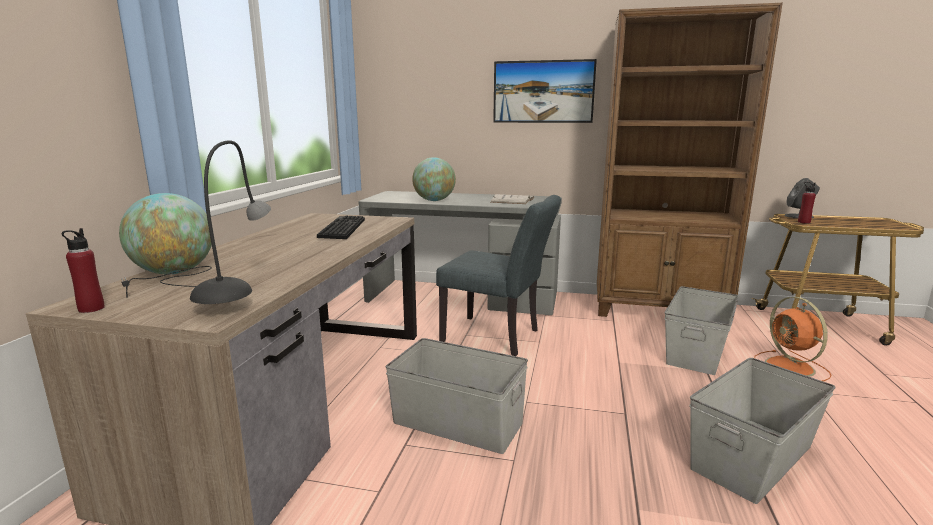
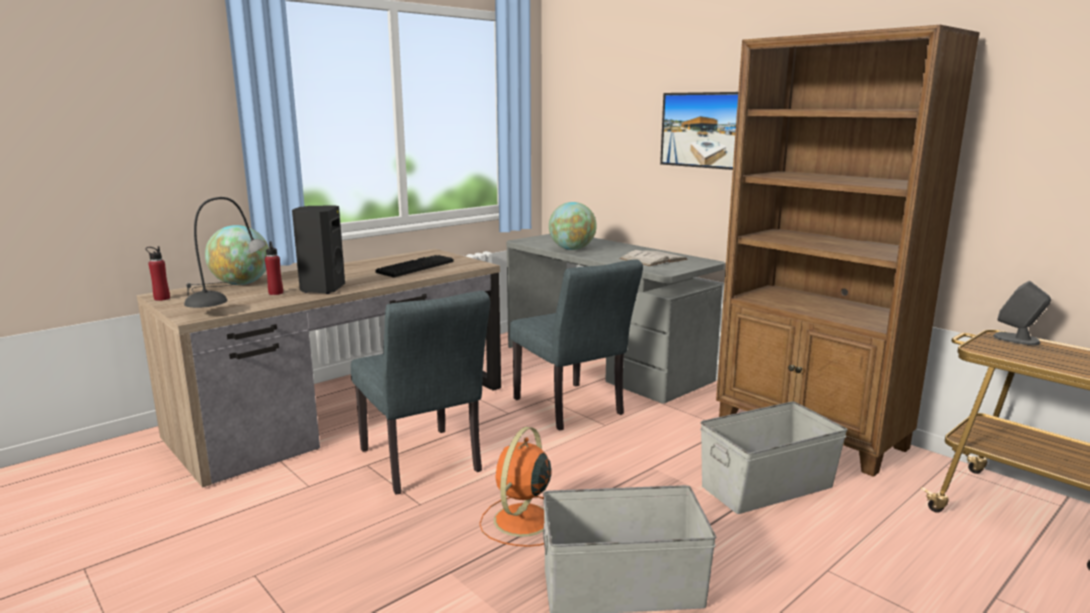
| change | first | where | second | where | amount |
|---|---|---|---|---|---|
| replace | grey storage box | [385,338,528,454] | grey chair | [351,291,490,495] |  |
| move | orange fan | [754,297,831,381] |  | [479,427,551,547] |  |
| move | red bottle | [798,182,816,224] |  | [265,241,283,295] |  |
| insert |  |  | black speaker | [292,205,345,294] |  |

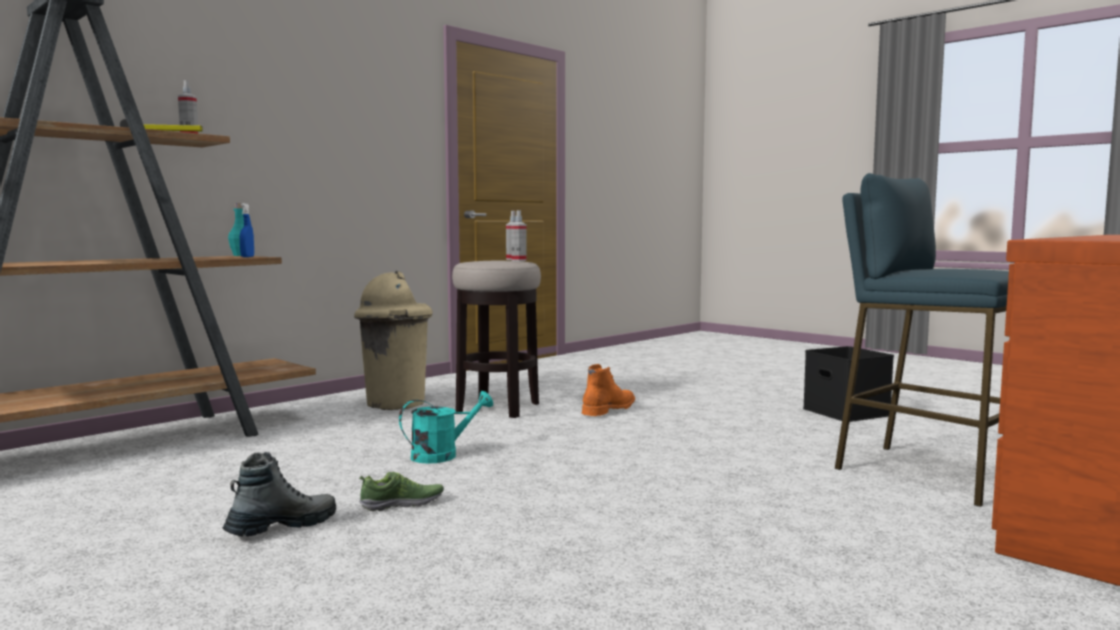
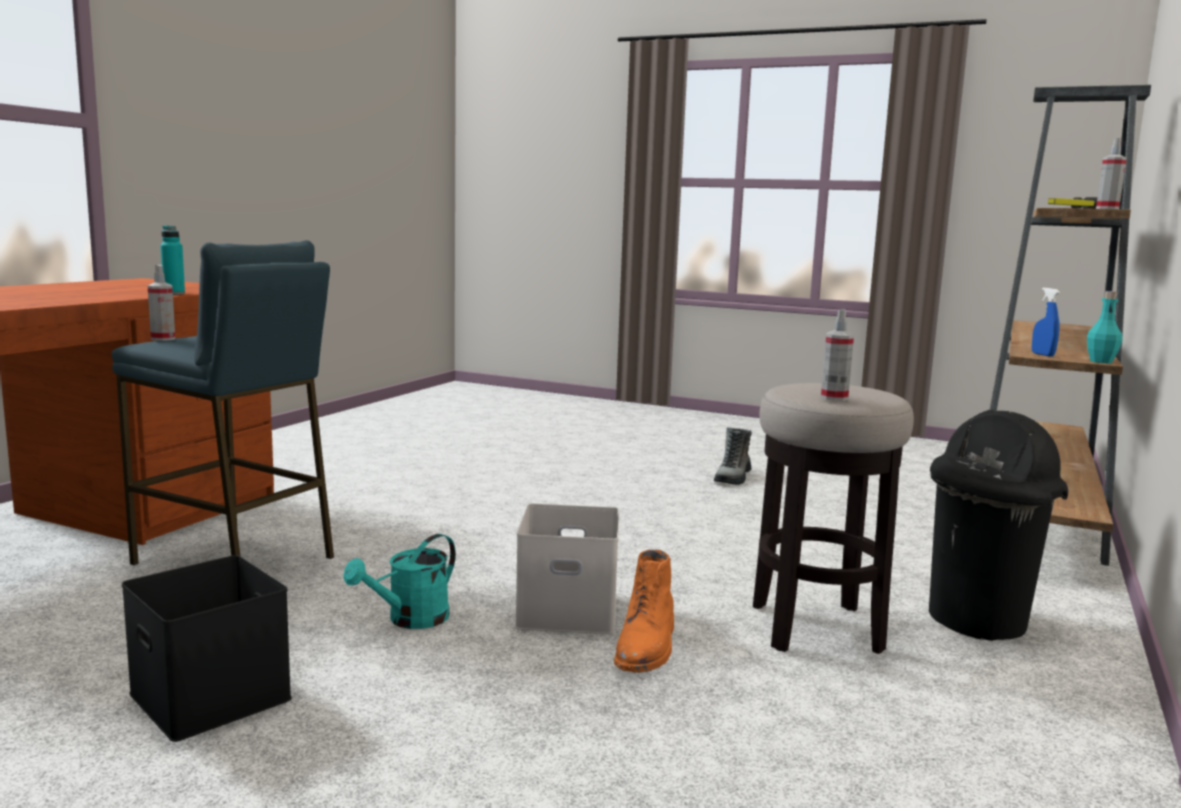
| change | first | where | second | where | amount |
|---|---|---|---|---|---|
| recolor | beige trash can | [354,271,433,410] | black trash can | [929,410,1068,641] |  |
| delete | shoe | [359,472,444,511] |  |  |  |
| move | turquoise watering can | [399,391,493,464] |  | [343,534,456,629] |  |
| move | spray bottle | [511,210,527,261] |  | [148,265,175,341] |  |
| insert |  |  | turquoise bottle | [160,225,185,295] |  |
| insert |  |  | white storage box | [515,504,620,634] |  |

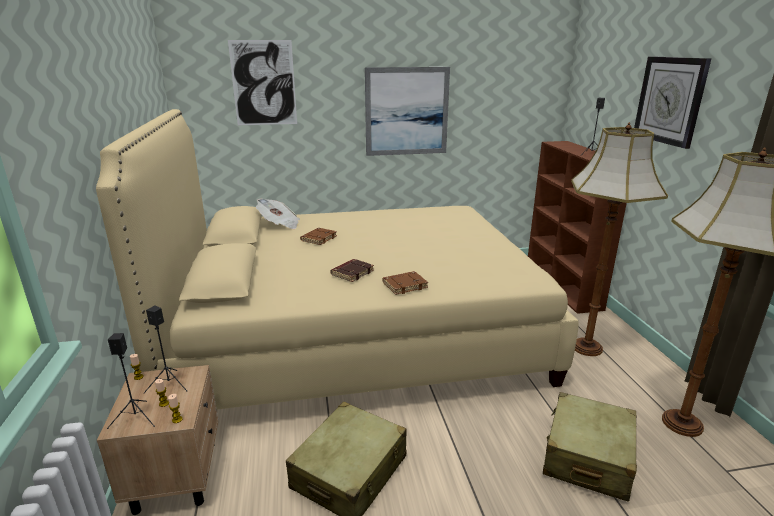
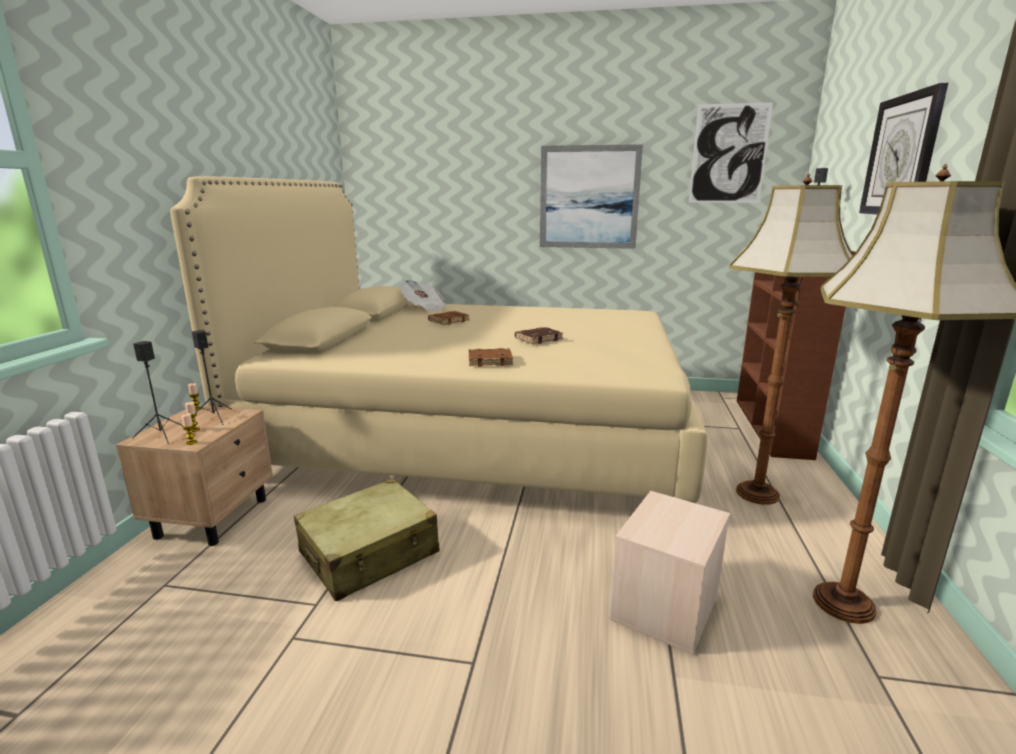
| change | first | where | second | where | amount |
|---|---|---|---|---|---|
| move | picture | [228,40,297,125] |  | [689,103,773,203] |  |
| move | brown book | [330,259,374,282] |  | [515,327,563,344] |  |
| replace | beige suitcase | [543,392,637,502] | beige storage box | [609,491,730,655] |  |

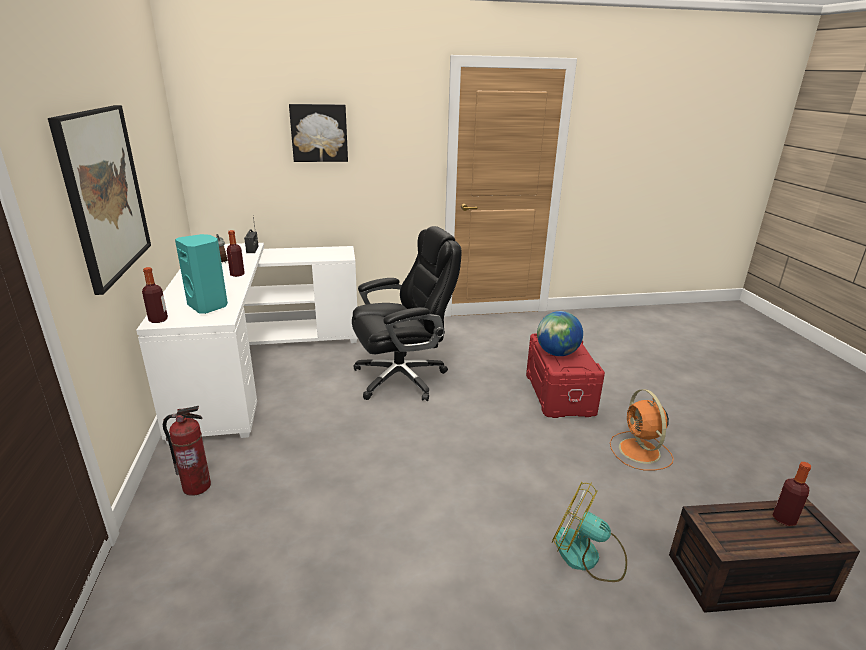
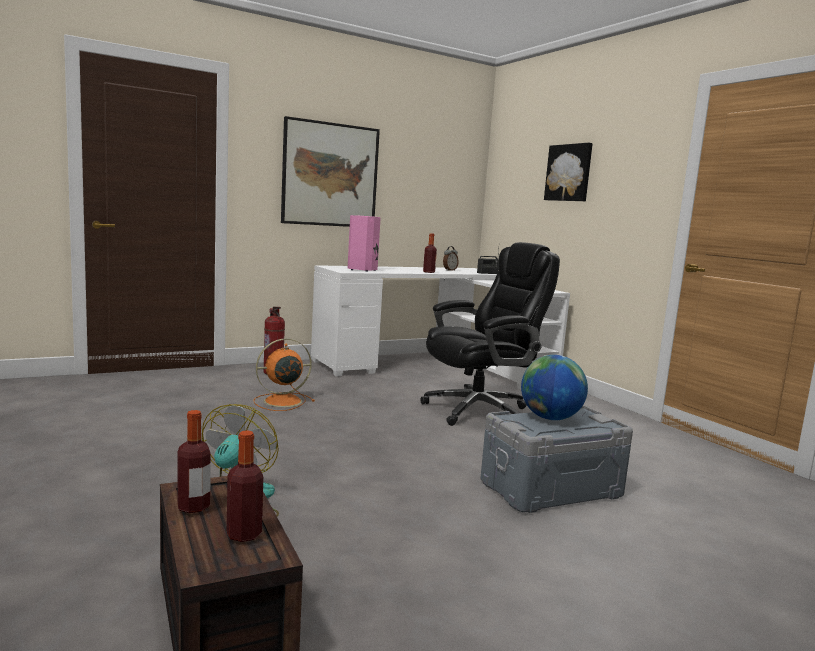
| change | first | where | second | where | amount |
|---|---|---|---|---|---|
| move | bottle | [142,267,168,323] |  | [177,410,211,513] |  |
| recolor | turquoise speaker | [175,234,228,314] | pink speaker | [348,215,381,272] |  |
| rotate | black office chair | [352,226,462,401] |  | [420,242,560,426] | 75 degrees counterclockwise |
| recolor | red storage box | [526,334,605,418] | grey storage box | [480,405,633,513] |  |
| move | orange fan | [610,389,674,471] |  | [253,339,315,411] |  |

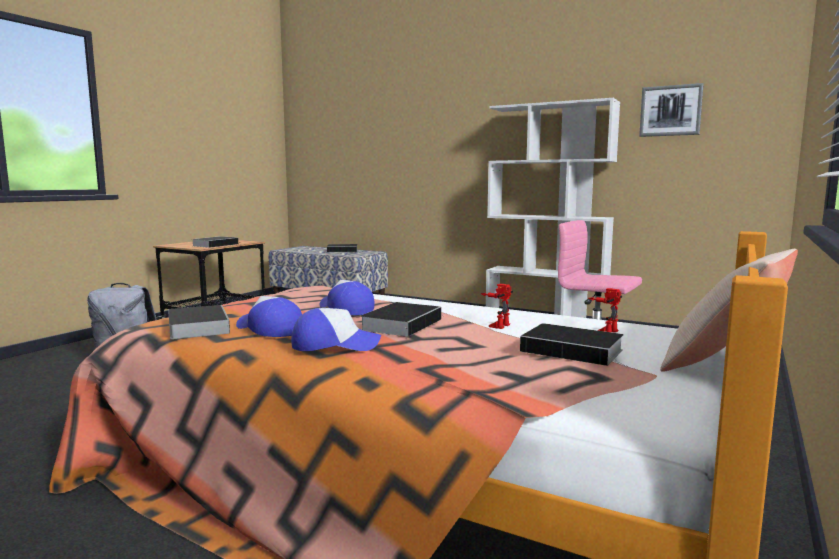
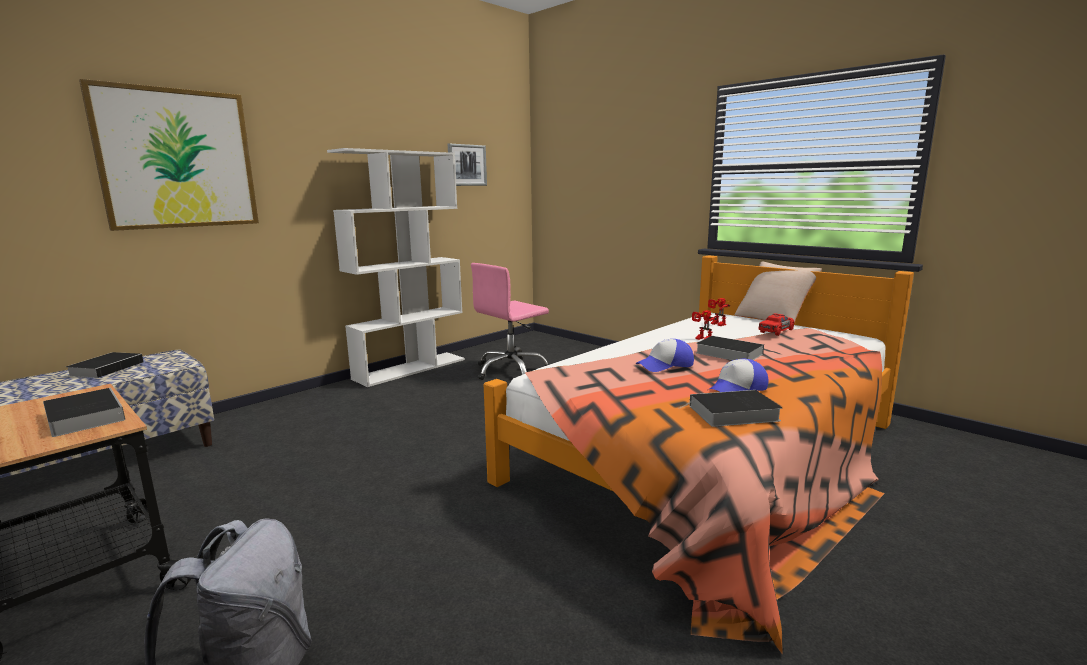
| change | first | where | second | where | amount |
|---|---|---|---|---|---|
| delete | cap | [291,308,381,351] |  |  |  |
| replace | book | [520,323,628,367] | red toy car | [758,313,795,336] |  |
| insert |  |  | picture | [79,79,259,231] |  |

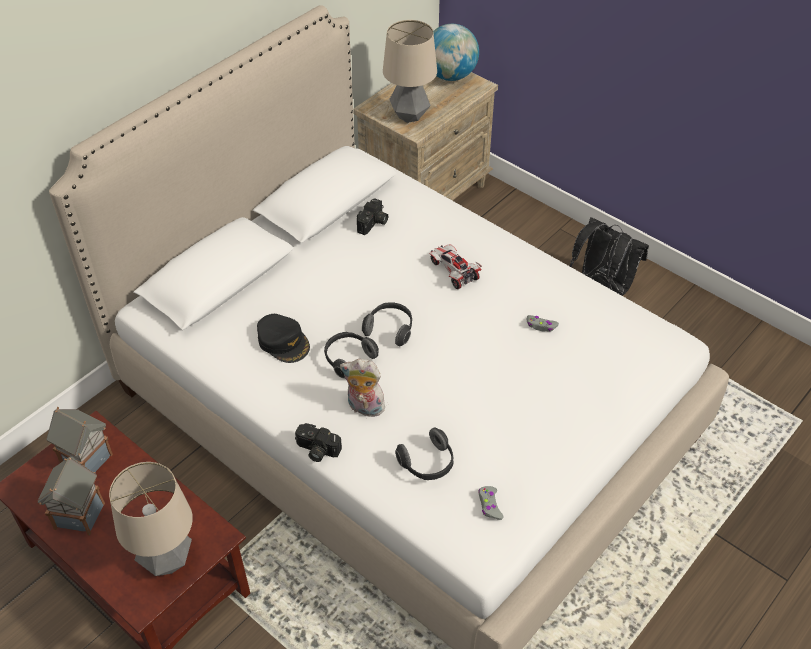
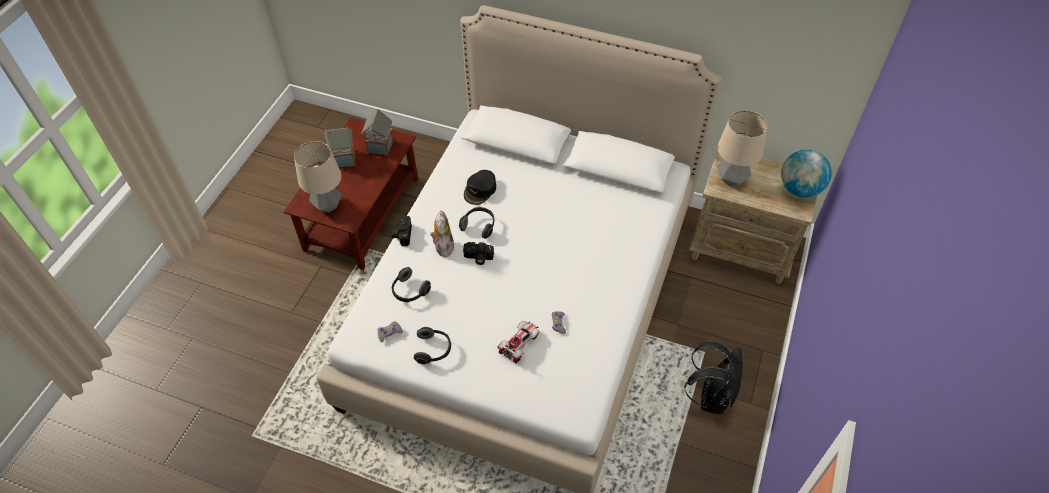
| change | first | where | second | where | amount |
|---|---|---|---|---|---|
| move | photo camera | [357,198,388,235] |  | [463,242,494,265] |  |
| move | headphones | [362,302,412,347] |  | [414,327,451,365] |  |
| move | toy car | [430,244,482,289] |  | [497,321,540,363] |  |

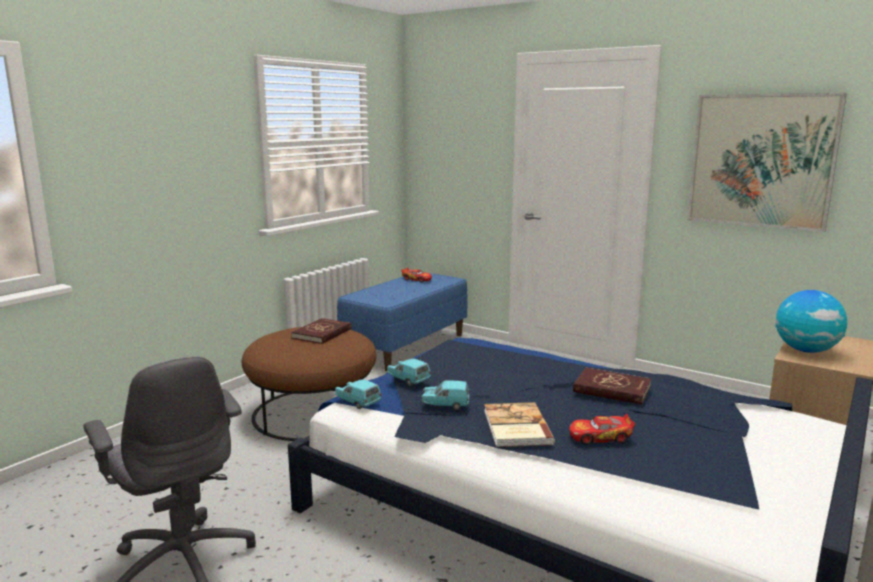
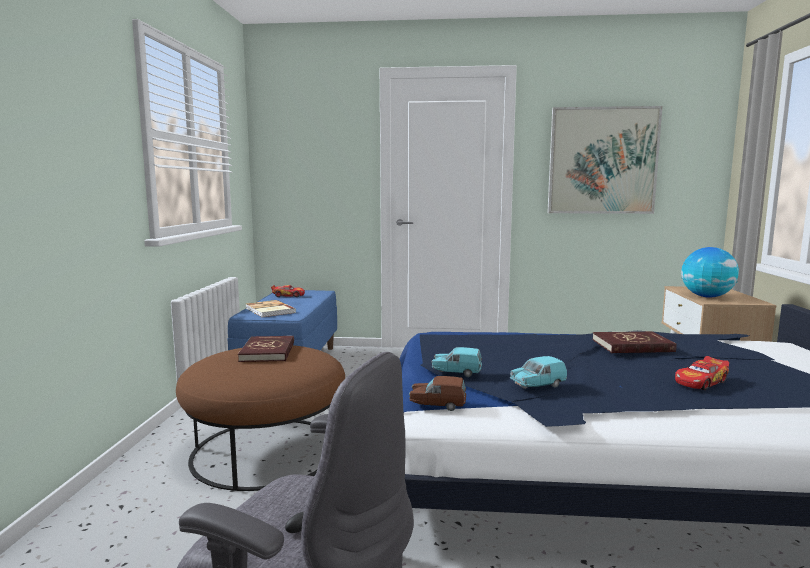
| change | first | where | second | where | amount |
|---|---|---|---|---|---|
| recolor | turquoise toy car | [335,379,381,409] | brown toy car | [409,376,466,411] |  |
| move | book | [484,402,555,447] |  | [245,300,296,317] |  |

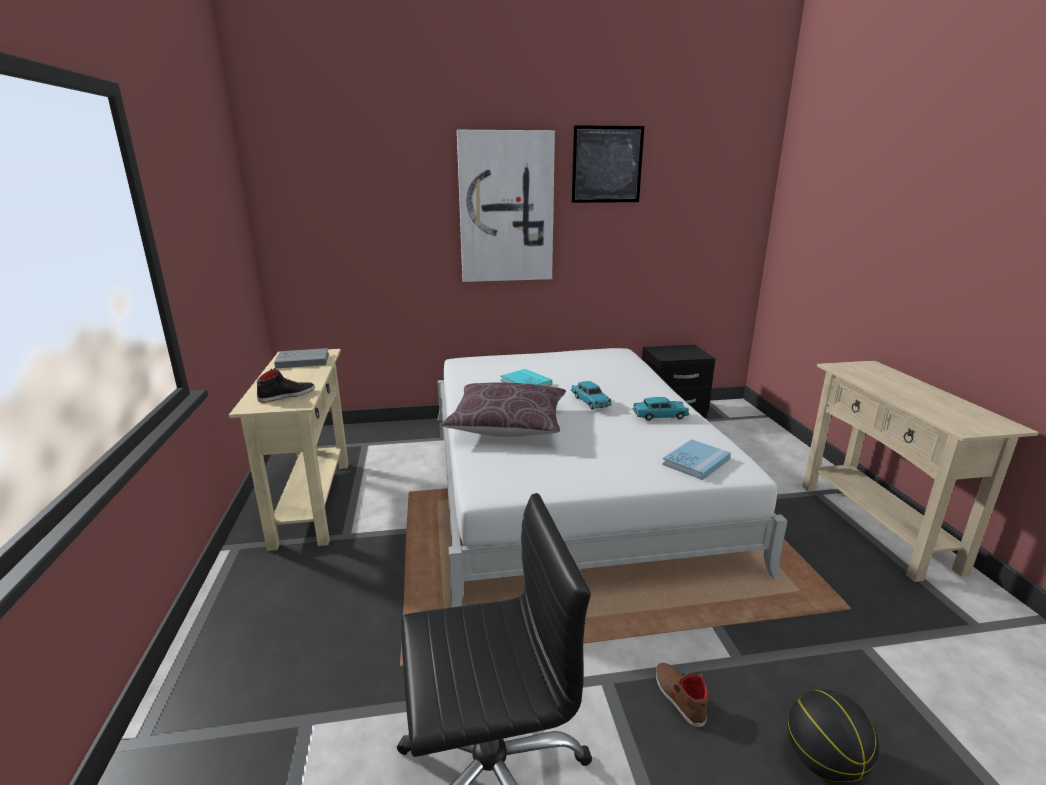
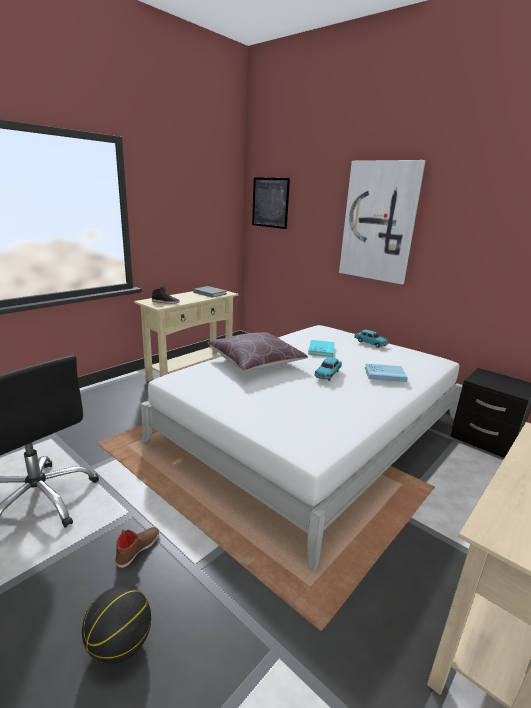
| change | first | where | second | where | amount |
|---|---|---|---|---|---|
| move | picture | [572,125,644,203] |  | [252,177,290,229] |  |
| move | turquoise toy car | [633,397,689,421] |  | [354,330,389,348] |  |
| move | blue book | [662,439,731,480] |  | [365,363,408,382] |  |

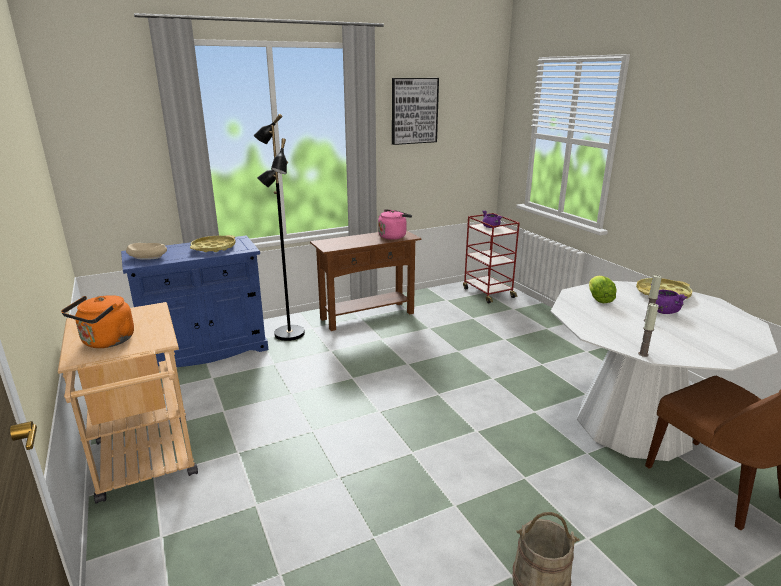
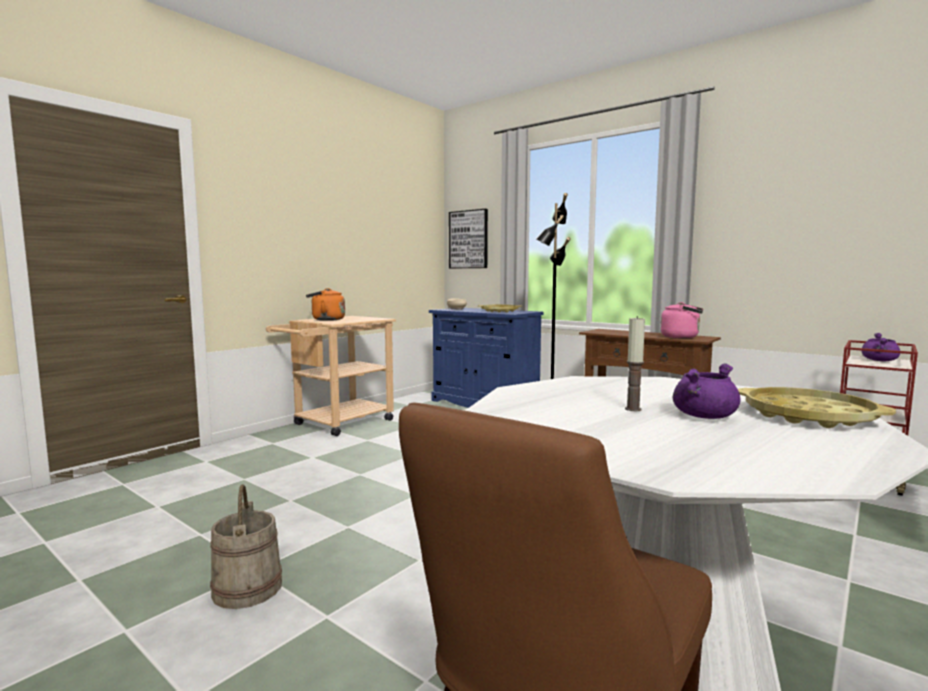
| change | first | where | second | where | amount |
|---|---|---|---|---|---|
| move | picture | [392,78,439,145] |  | [449,209,488,268] |  |
| delete | lettuce | [589,276,617,303] |  |  |  |
| delete | candle | [638,303,659,357] |  |  |  |

